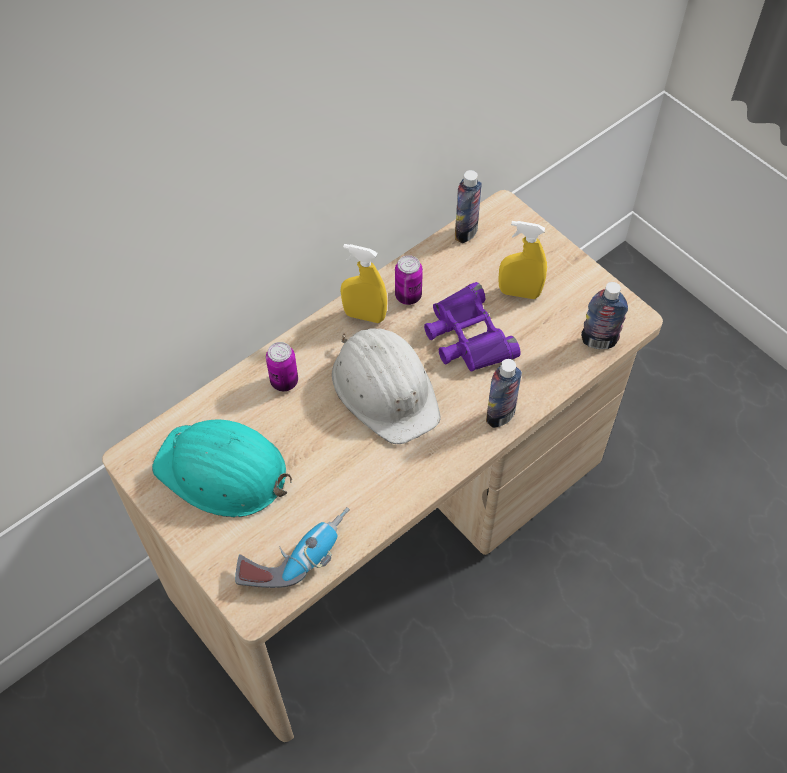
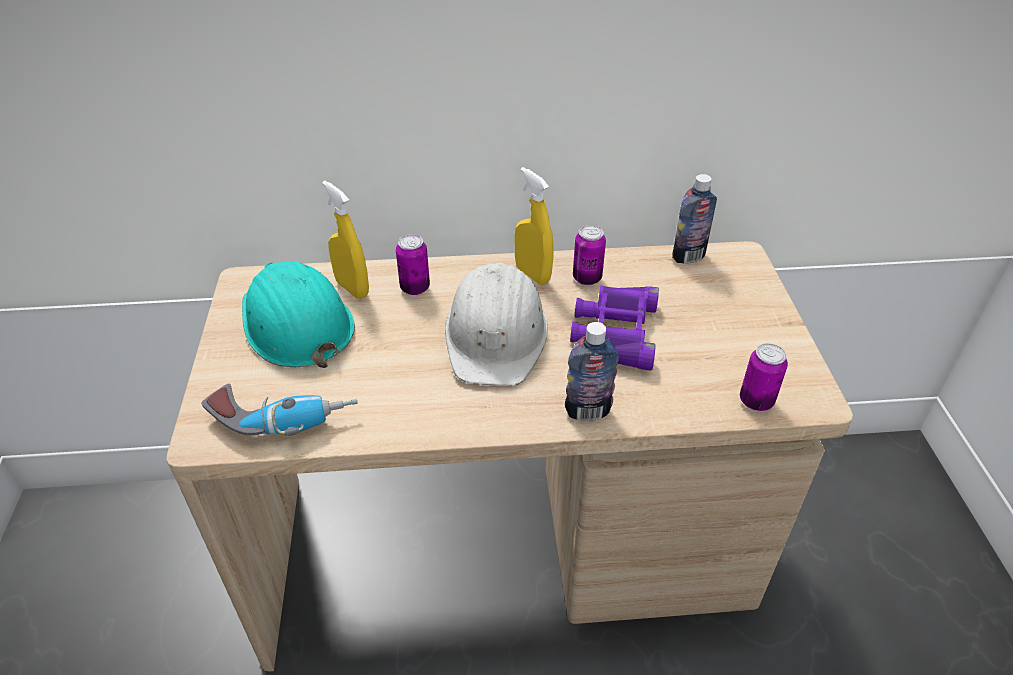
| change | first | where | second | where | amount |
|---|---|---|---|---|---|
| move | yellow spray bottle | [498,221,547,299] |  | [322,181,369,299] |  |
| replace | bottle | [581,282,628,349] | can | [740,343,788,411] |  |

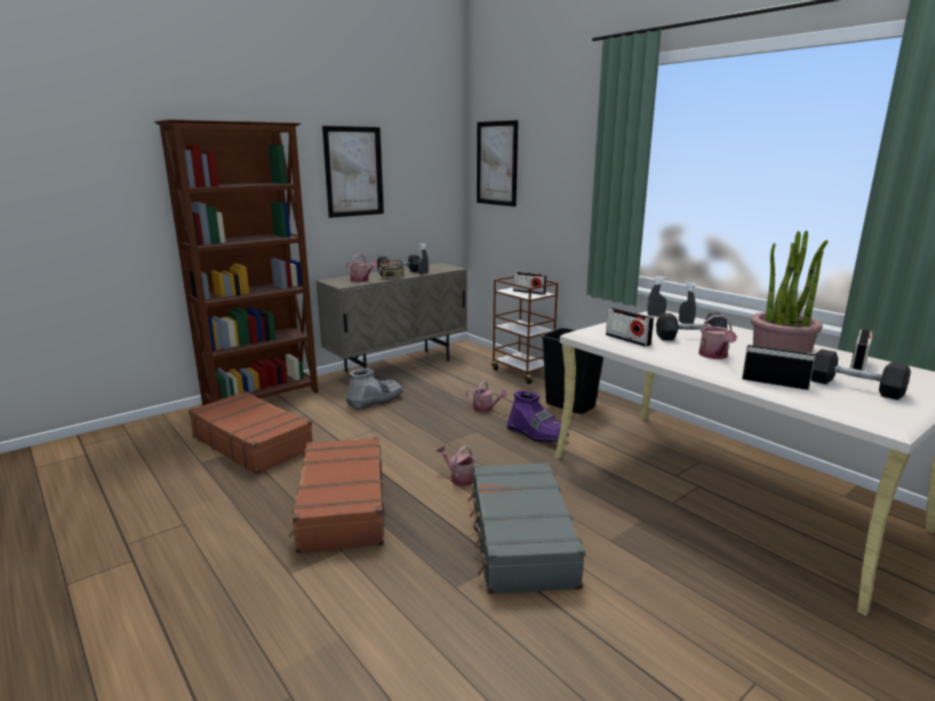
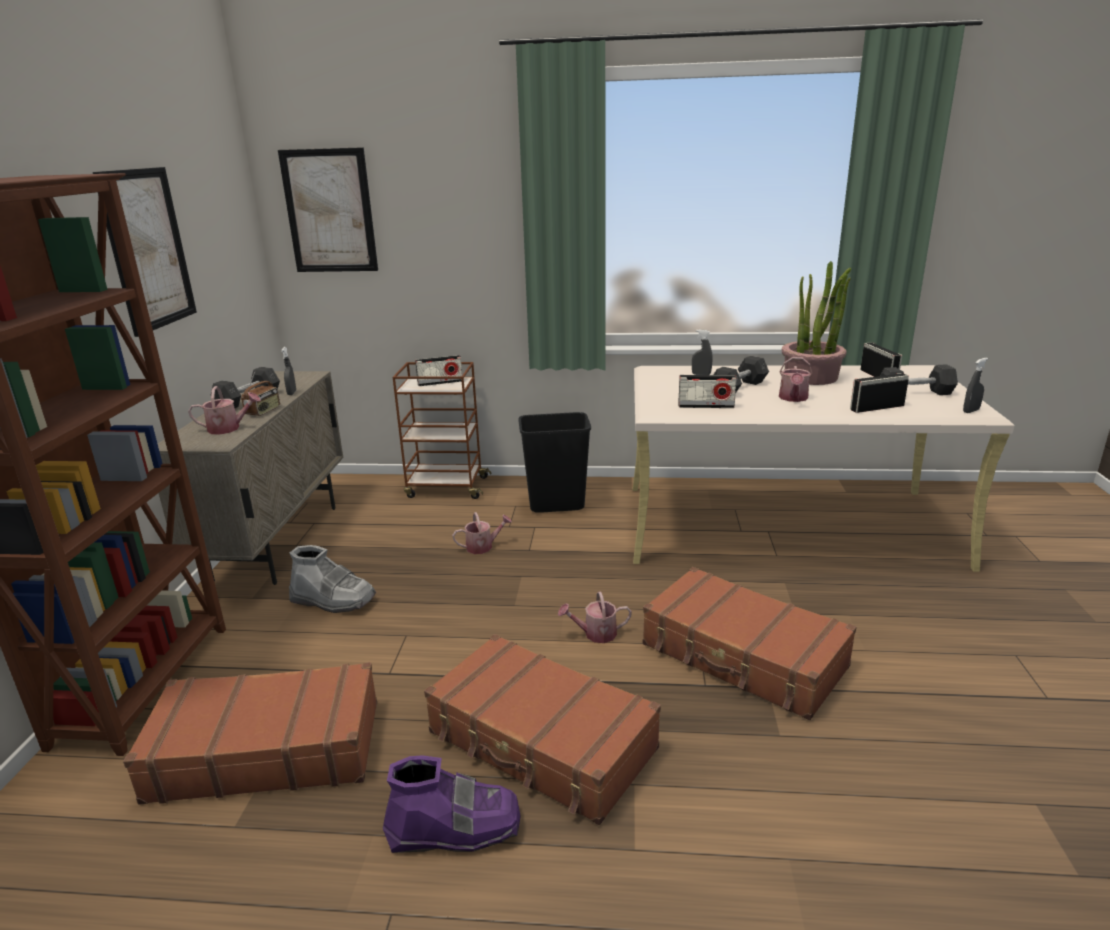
| change | first | where | second | where | amount |
|---|---|---|---|---|---|
| rotate | grey boot | [346,368,403,410] |  | [289,545,376,613] | 105 degrees clockwise |
| recolor | grey suitcase | [468,462,585,594] | brown suitcase | [643,567,856,720] |  |
| move | purple boot | [507,390,569,443] |  | [383,755,521,853] |  |
| move | grey spray bottle | [647,276,667,317] |  | [963,358,988,413] |  |
| rotate | watering can | [699,315,737,359] |  | [779,357,812,402] | 60 degrees clockwise |

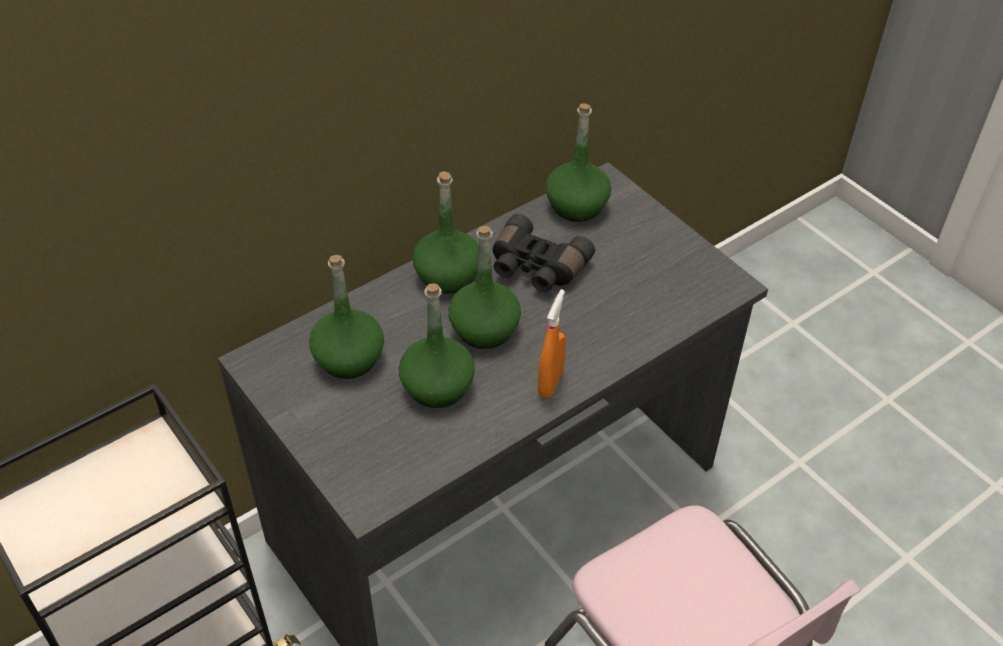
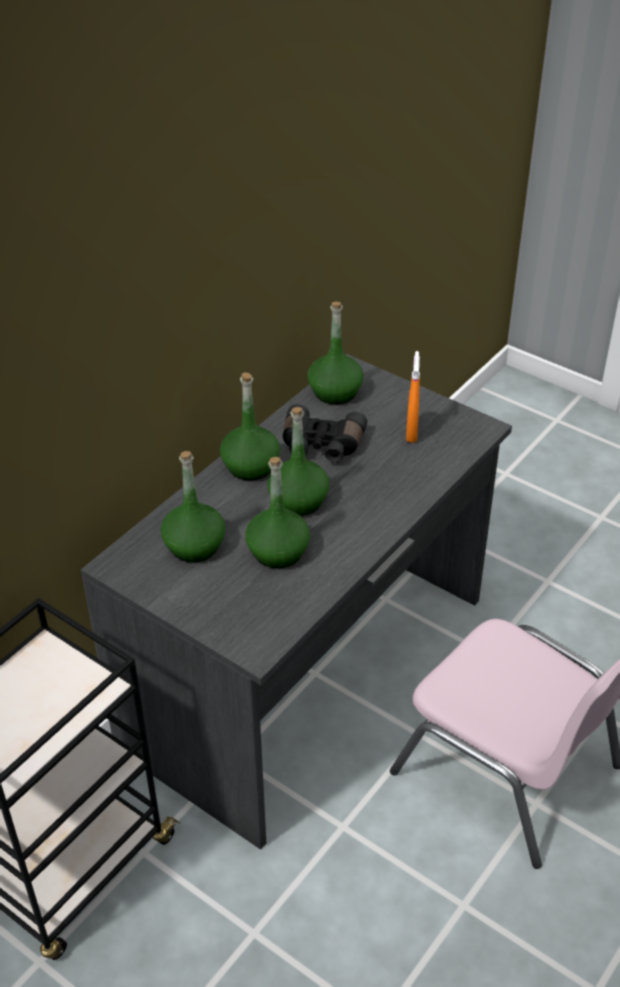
| change | first | where | second | where | amount |
|---|---|---|---|---|---|
| move | orange spray bottle | [538,289,566,398] |  | [406,351,420,443] |  |

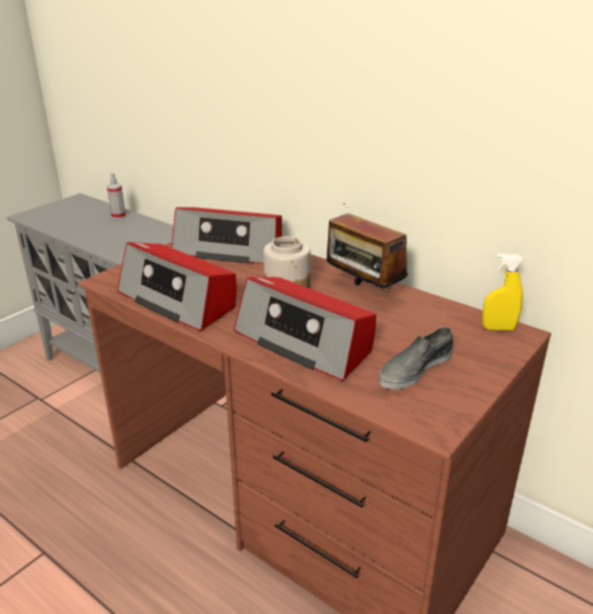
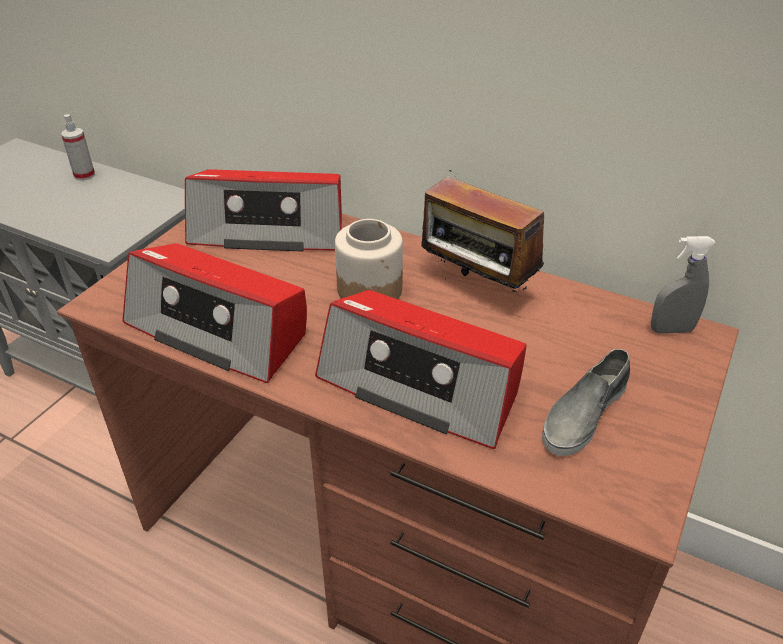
| change | first | where | second | where | amount |
|---|---|---|---|---|---|
| recolor | yellow spray bottle | [482,253,524,331] | grey spray bottle | [651,236,716,334] |  |

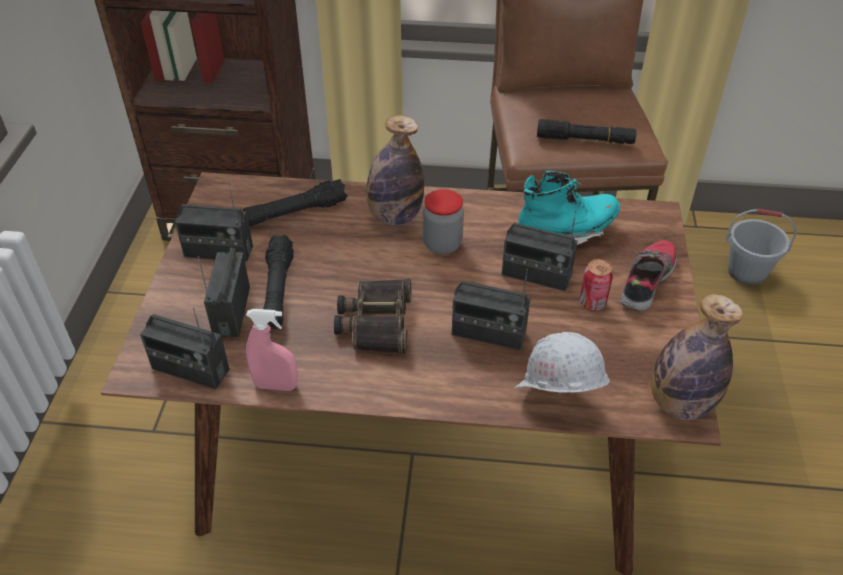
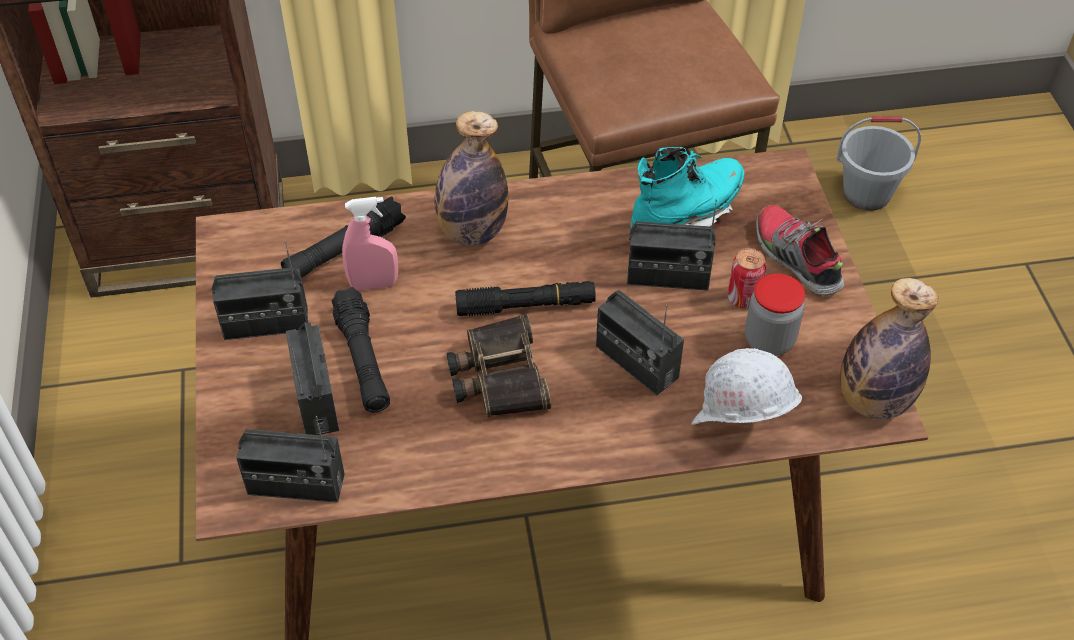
| change | first | where | second | where | amount |
|---|---|---|---|---|---|
| move | pink spray bottle | [246,309,298,391] |  | [342,197,398,290] |  |
| move | jar | [423,189,464,254] |  | [745,273,805,356] |  |
| rotate | radio | [452,269,531,350] |  | [596,290,684,395] | 45 degrees clockwise |
| move | black flashlight | [537,119,637,144] |  | [455,281,596,316] |  |
| rotate | shoe | [620,240,677,312] |  | [756,205,844,296] | 45 degrees counterclockwise |

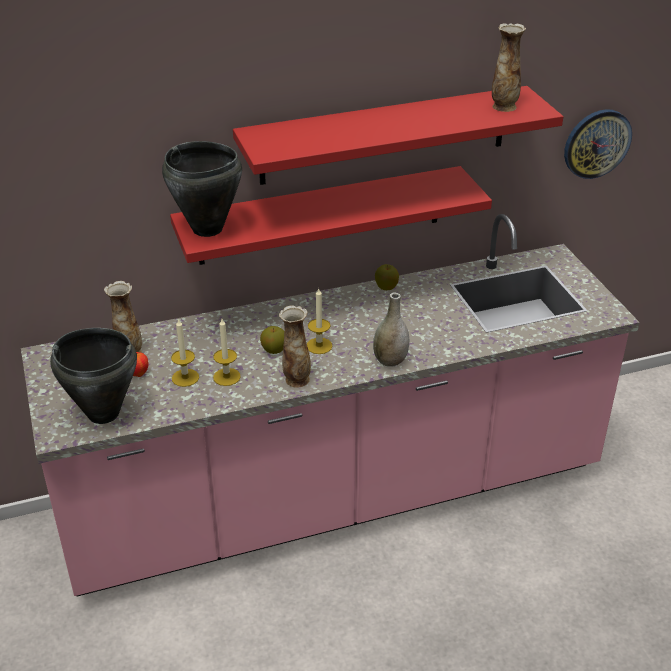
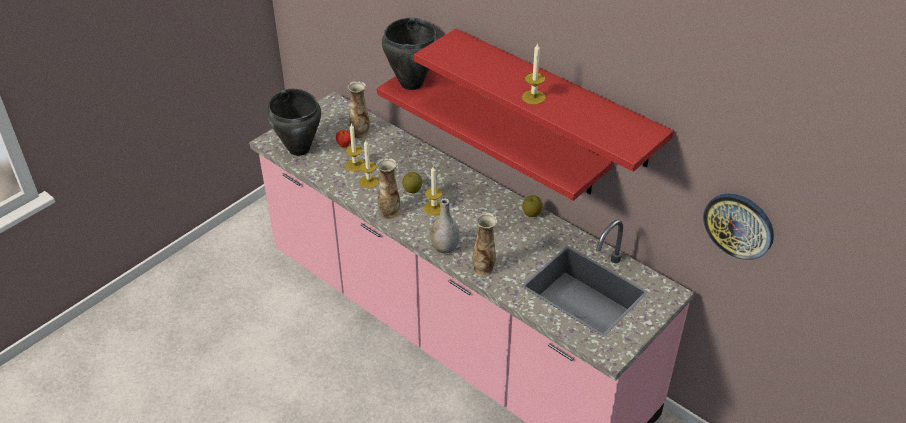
| change | first | where | second | where | amount |
|---|---|---|---|---|---|
| move | vase | [492,23,526,112] |  | [473,213,498,276] |  |
| insert |  |  | candle | [522,43,546,104] |  |

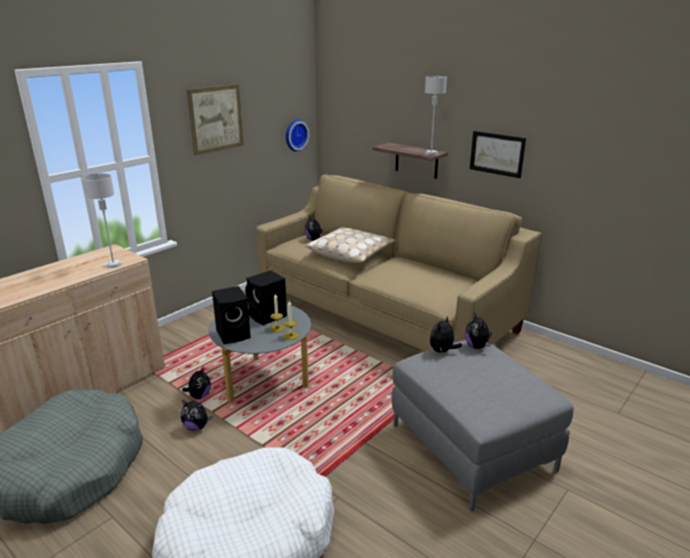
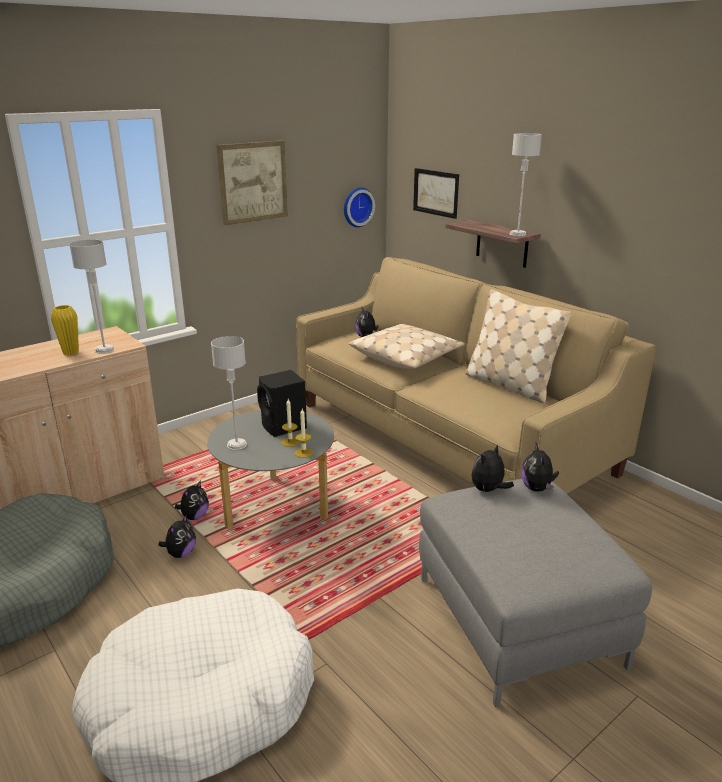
| change | first | where | second | where | amount |
|---|---|---|---|---|---|
| rotate | plush toy | [181,400,212,431] |  | [158,514,196,558] | 90 degrees counterclockwise |
| replace | black speaker | [212,286,251,344] | grey table lamp | [211,336,247,450] |  |
| move | picture | [470,131,526,178] |  | [413,168,459,219] |  |
| insert |  |  | yellow vase | [51,305,79,355] |  |
| insert |  |  | beige pillow | [465,289,572,403] |  |

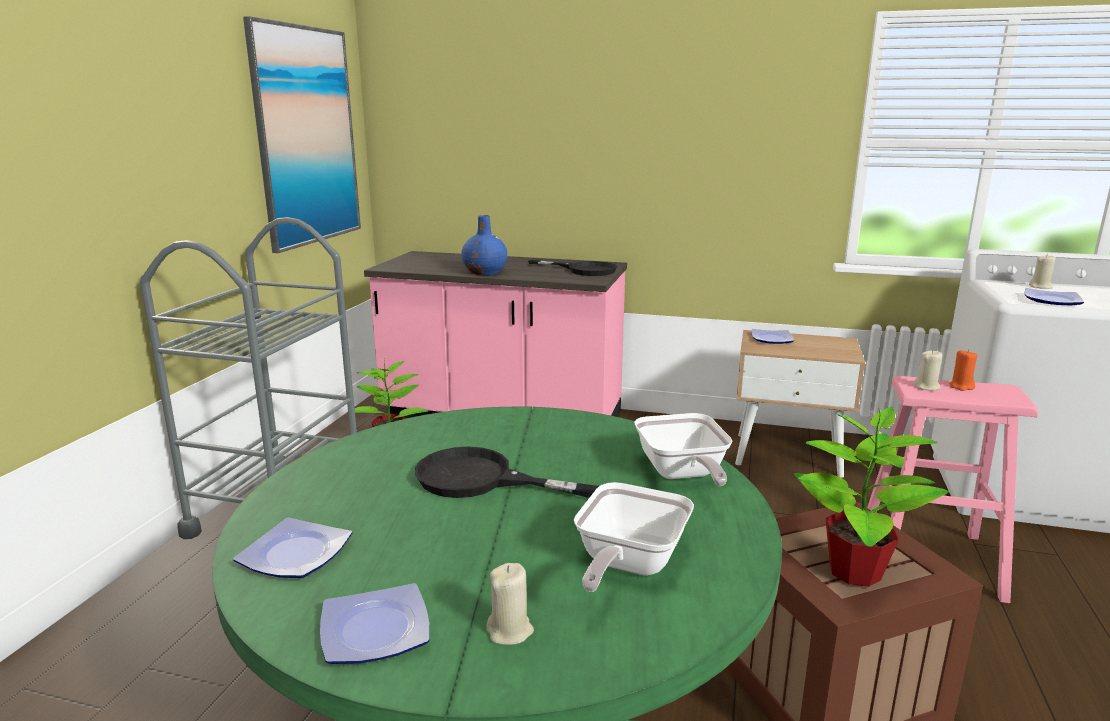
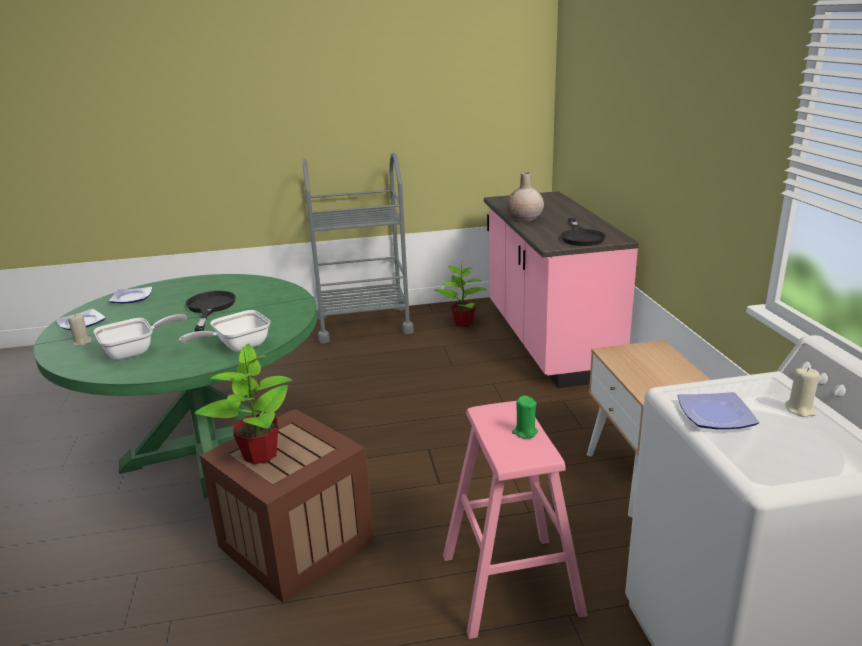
| change | first | where | second | where | amount |
|---|---|---|---|---|---|
| delete | picture | [243,16,361,253] |  |  |  |
| recolor | blue vase | [461,215,507,275] | beige vase | [506,172,544,222] |  |
| rotate | frying pan | [574,482,694,592] |  | [94,314,187,360] | 150 degrees clockwise |
| delete | plate | [752,329,794,344] |  |  |  |
| delete | beige candle | [914,351,942,391] |  |  |  |
| recolor | orange candle | [949,349,978,391] | green candle | [512,395,538,439] |  |

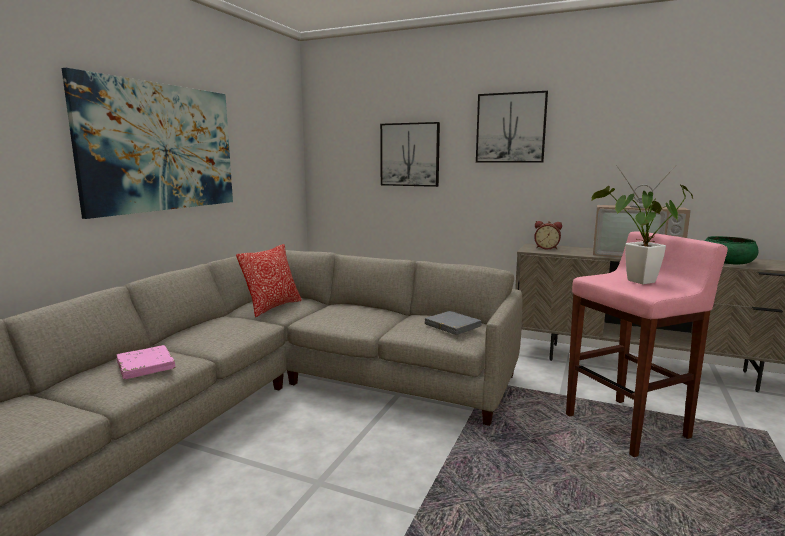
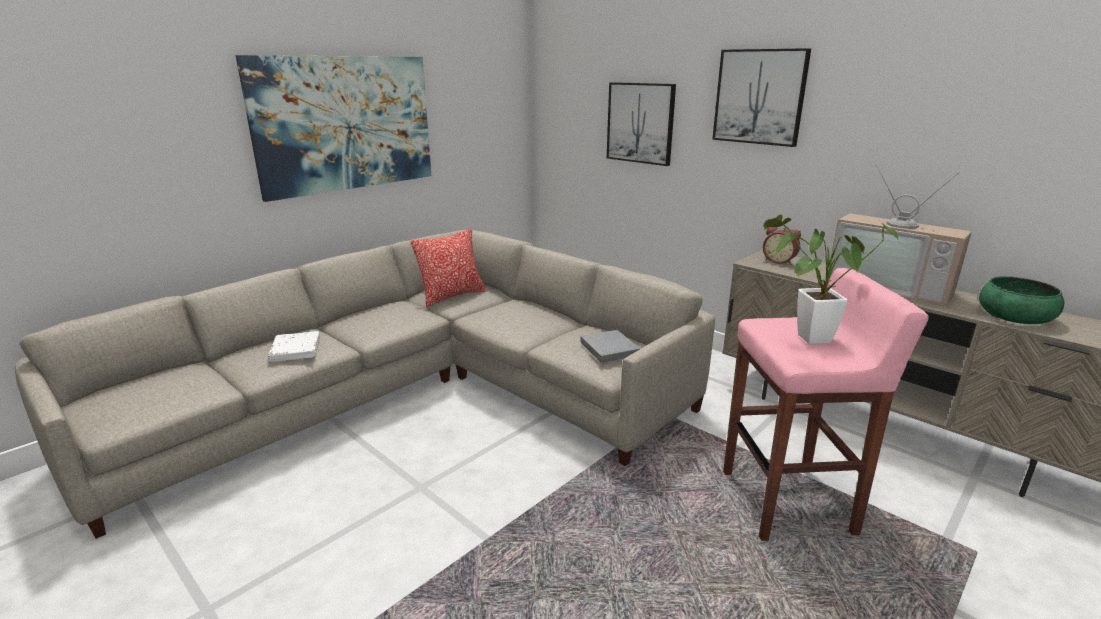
| change | first | where | second | where | amount |
|---|---|---|---|---|---|
| recolor | pink book | [117,345,175,379] | white book | [268,331,320,362] |  |

